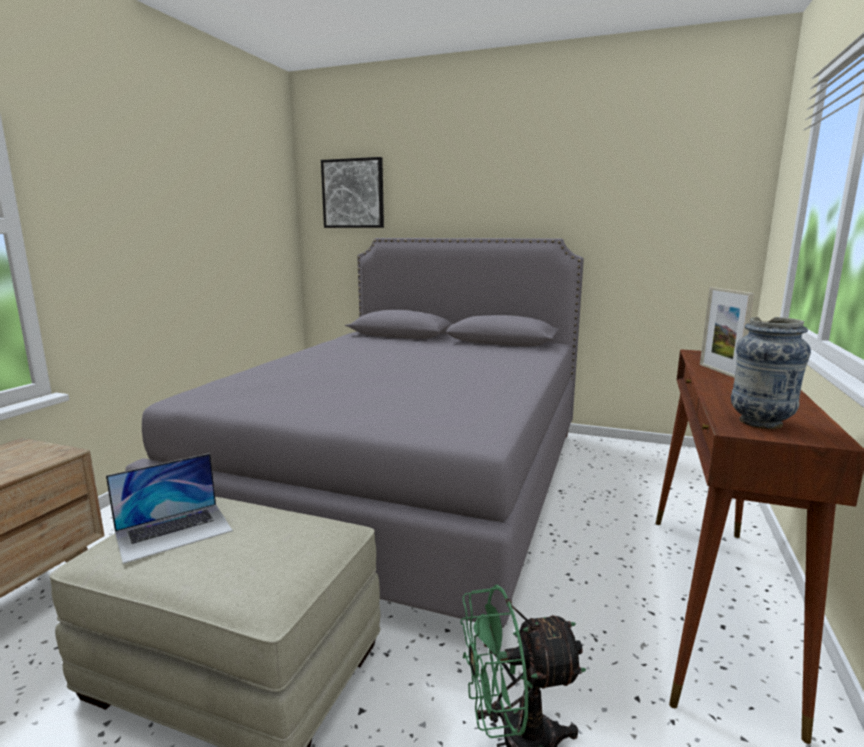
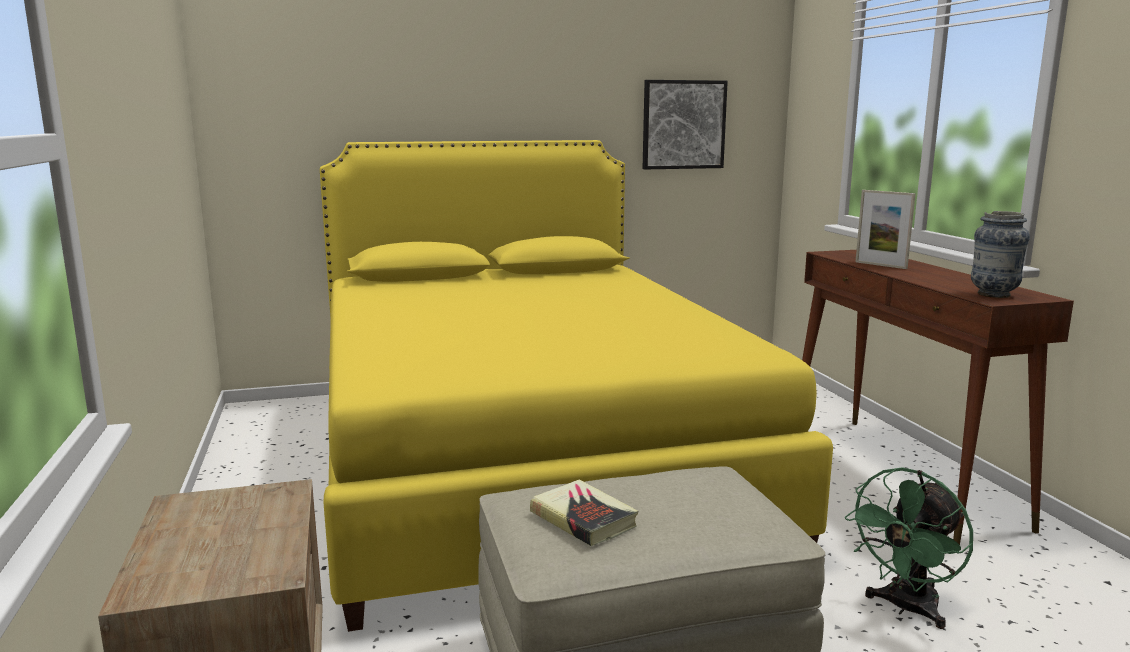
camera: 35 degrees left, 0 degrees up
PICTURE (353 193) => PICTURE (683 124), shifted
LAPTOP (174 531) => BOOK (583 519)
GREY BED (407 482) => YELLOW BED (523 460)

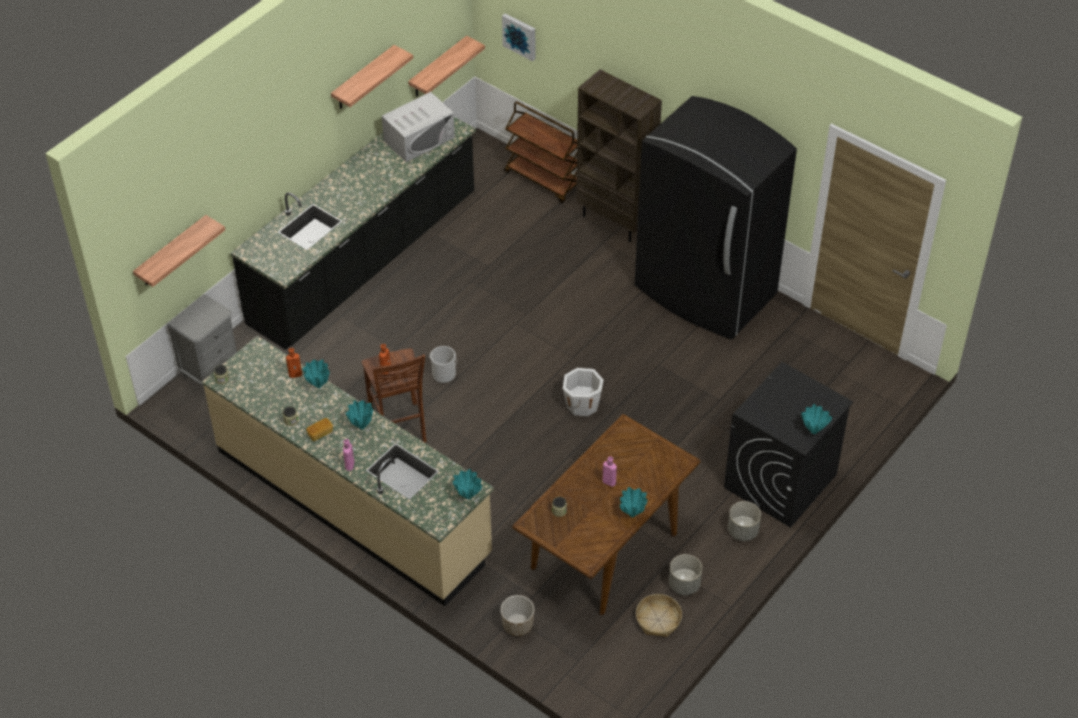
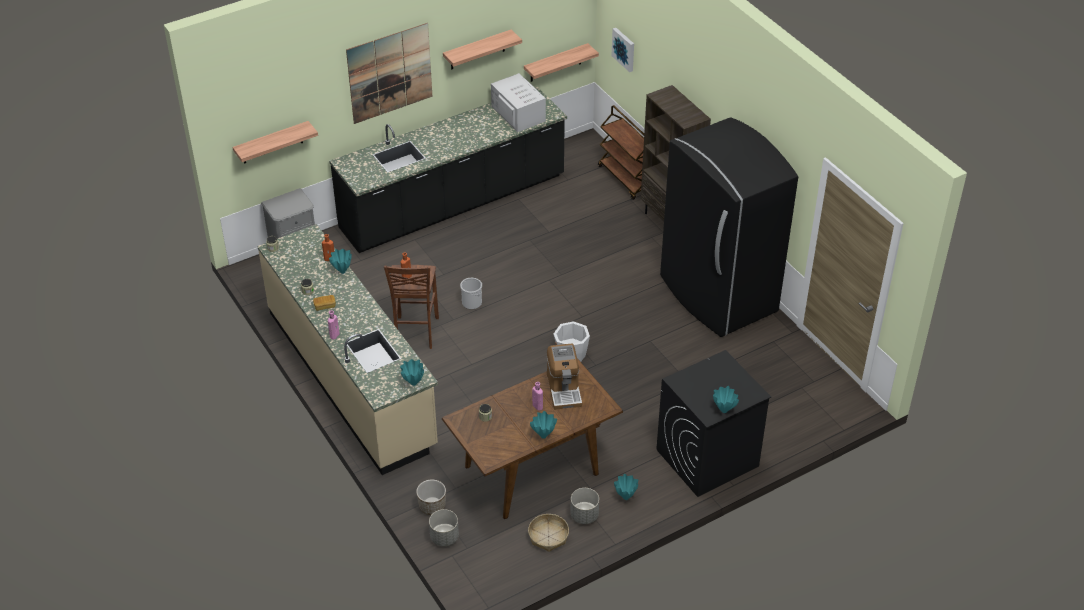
camera: 20 degrees right, 5 degrees down
nothing => PICTURE (390 73)
nothing => COFFEE MACHINE (564 389)
TURQUOISE VASE (362 426) => TURQUOISE VASE (625 497), shifted
GREY PLANTER (742 531) => GREY PLANTER (444 537), shifted
WHITE MICROWAVE (419 139) => WHITE MICROWAVE (518 113), 105 degrees counterclockwise

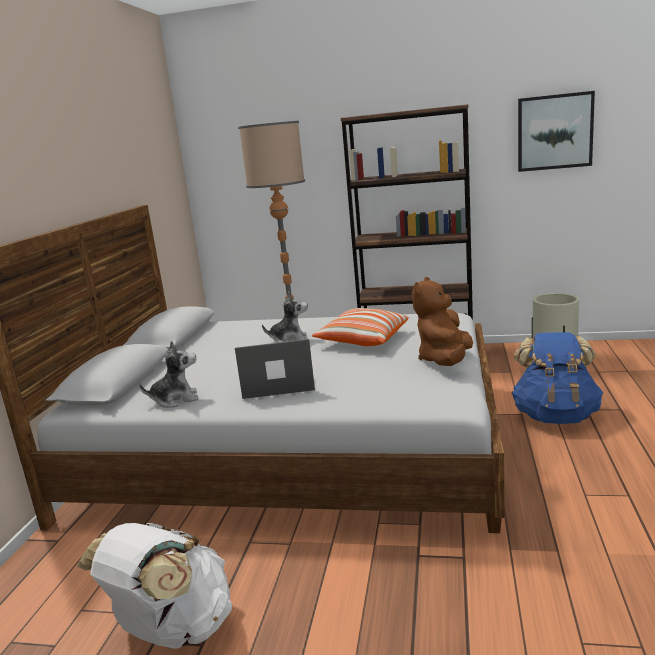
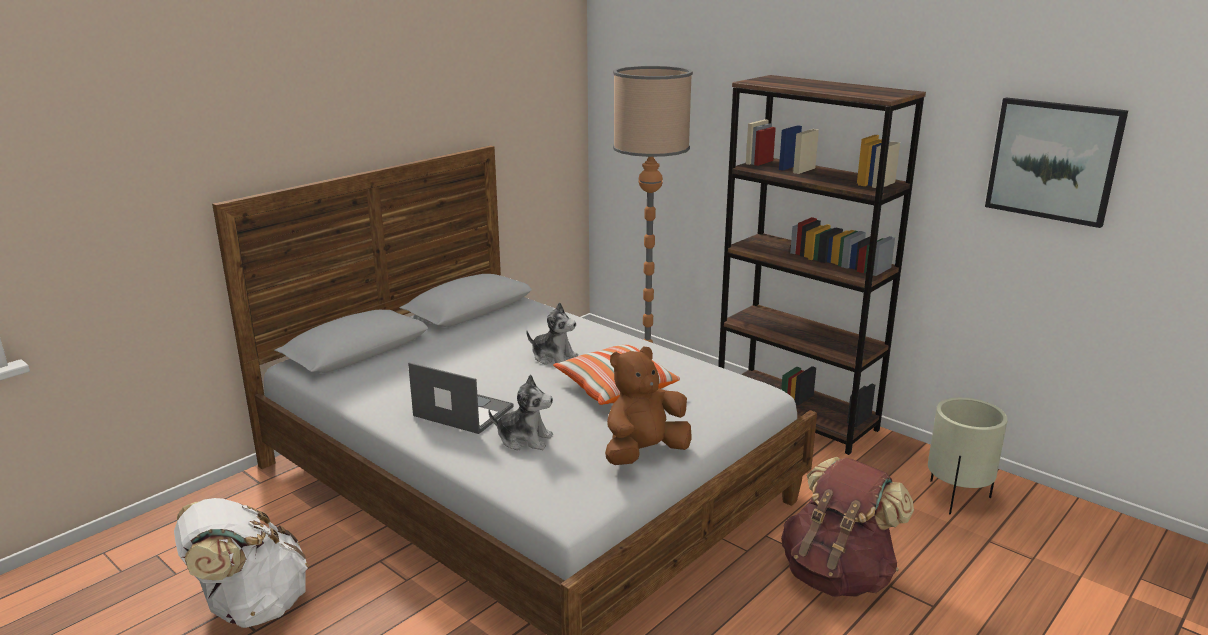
camera: 30 degrees right, 5 degrees up
PLUSH TOY (176 399) => PLUSH TOY (524 439), shifted
BLUE BACKPACK (555 416) => BROWN BACKPACK (837 575)

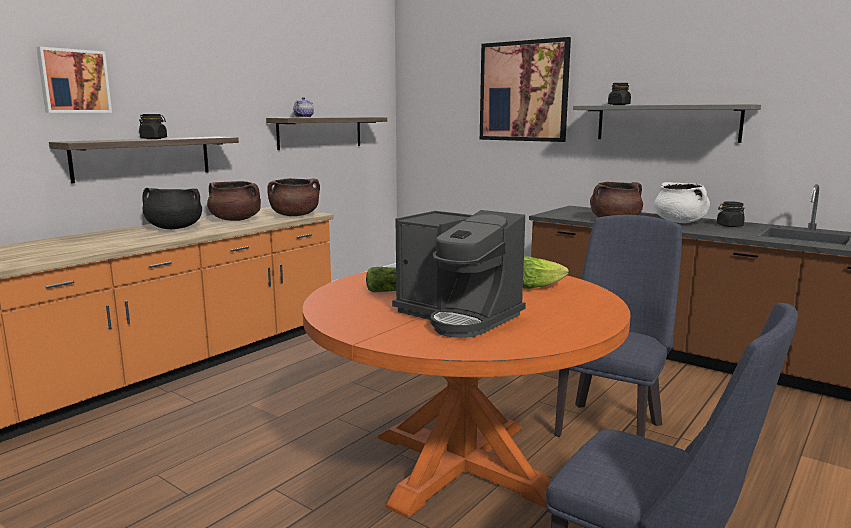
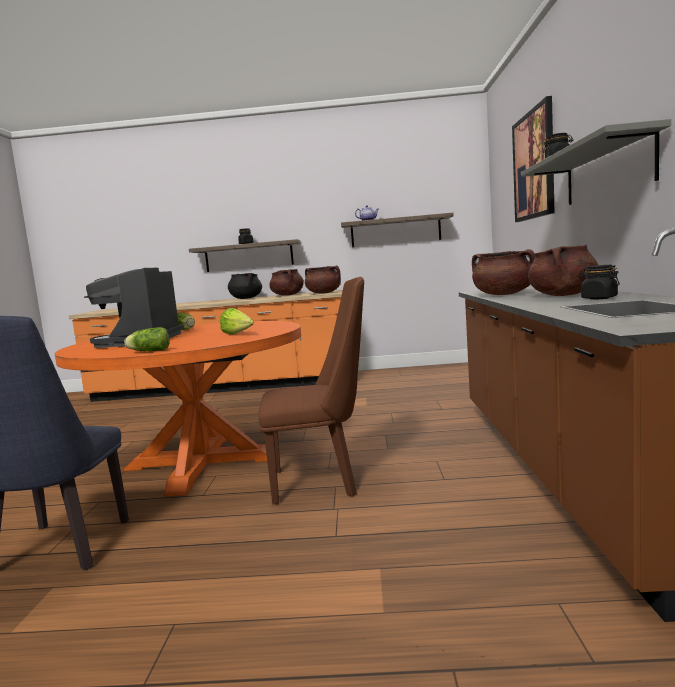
camera: 55 degrees right, 5 degrees down
PICTURE (74 81) => nothing
nothing => LETTUCE (148 351)
BLUE CHAIR (610 425) => BROWN CHAIR (322 481)
WHITE COOKING POT (680 222) => BROWN COOKING POT (563 295)

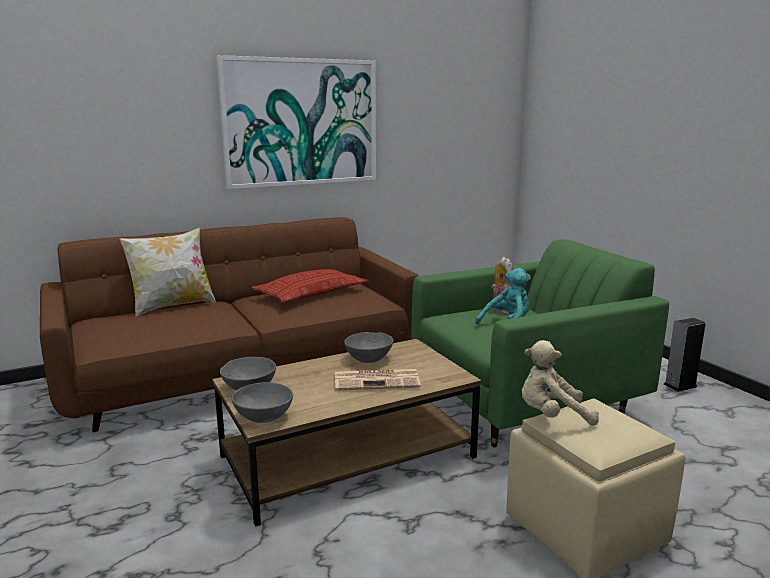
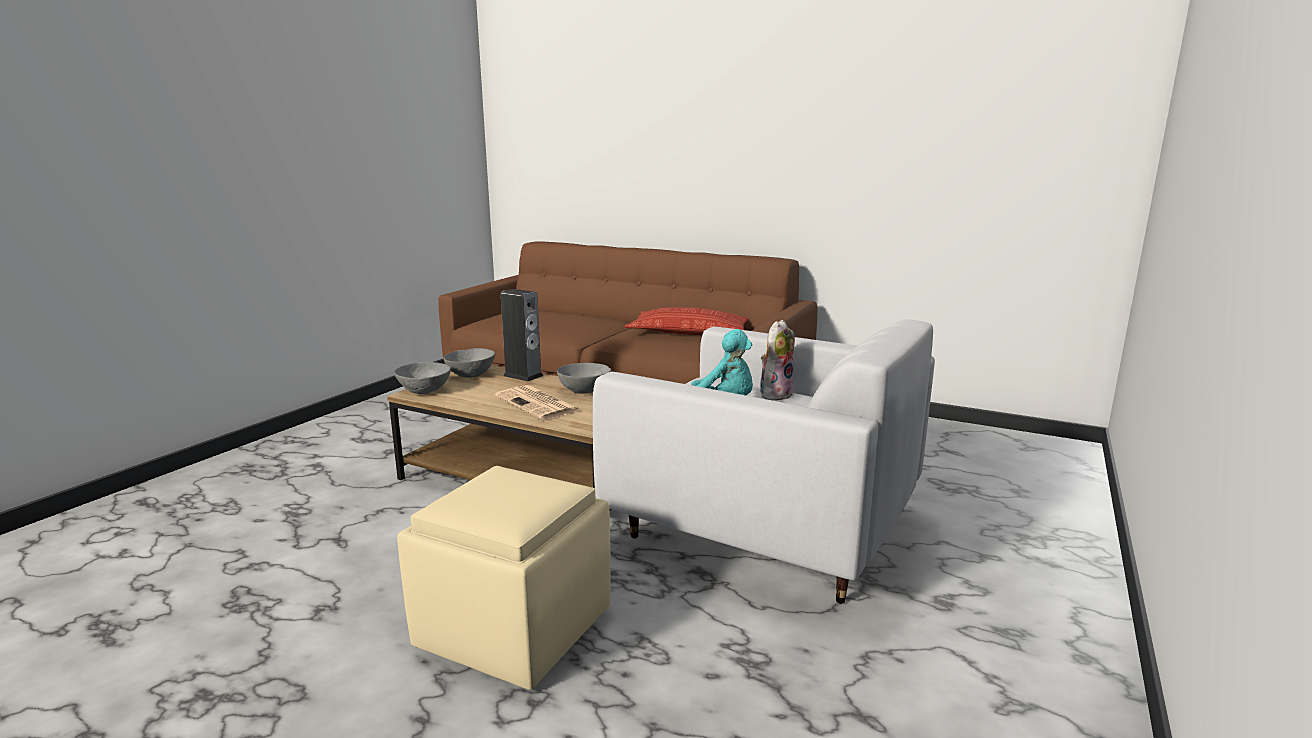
camera: 55 degrees right, 0 degrees up
PILLOW (172 305) => nothing
PICTURE (301 122) => nothing
BEIGE PLUSH TOY (552 416) => nothing
SPEAKER (680 385) => SPEAKER (523 375), shifted
GREEN ARMCHAIR (525 403) => WHITE ARMCHAIR (764 530)

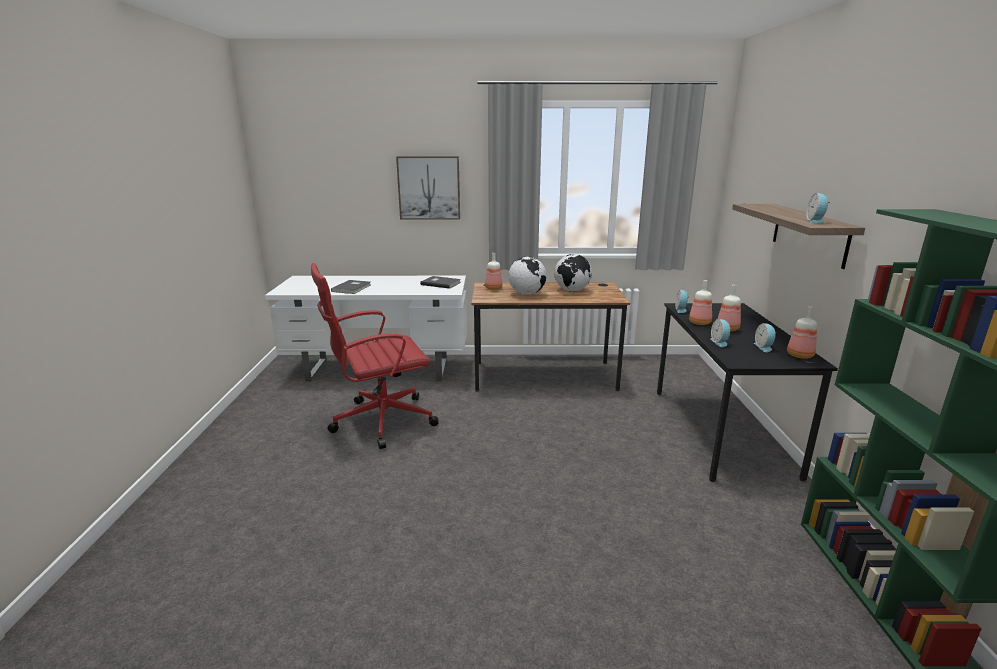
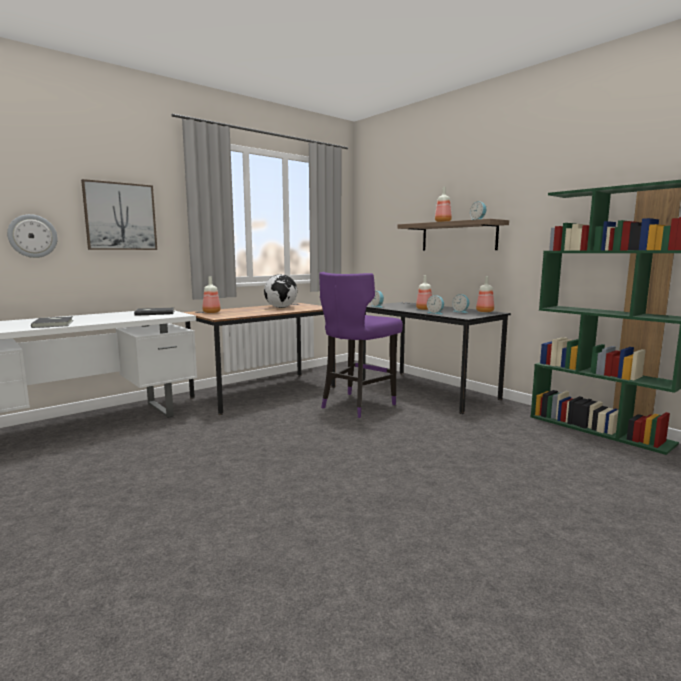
camera: 40 degrees left, 10 degrees down
RED OFFICE CHAIR (380 421) => nothing
GLOBE (527 294) => nothing
nothing => WALL CLOCK (32 236)
nothing => PURPLE STOOL (357 405)
BOTTLE (700 323) => BOTTLE (443 222), shifted

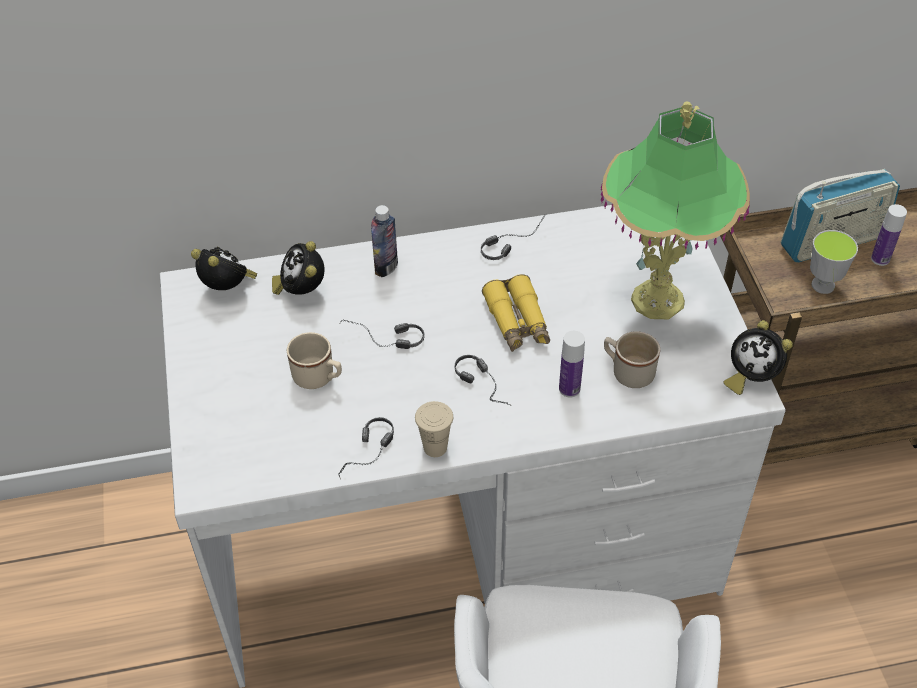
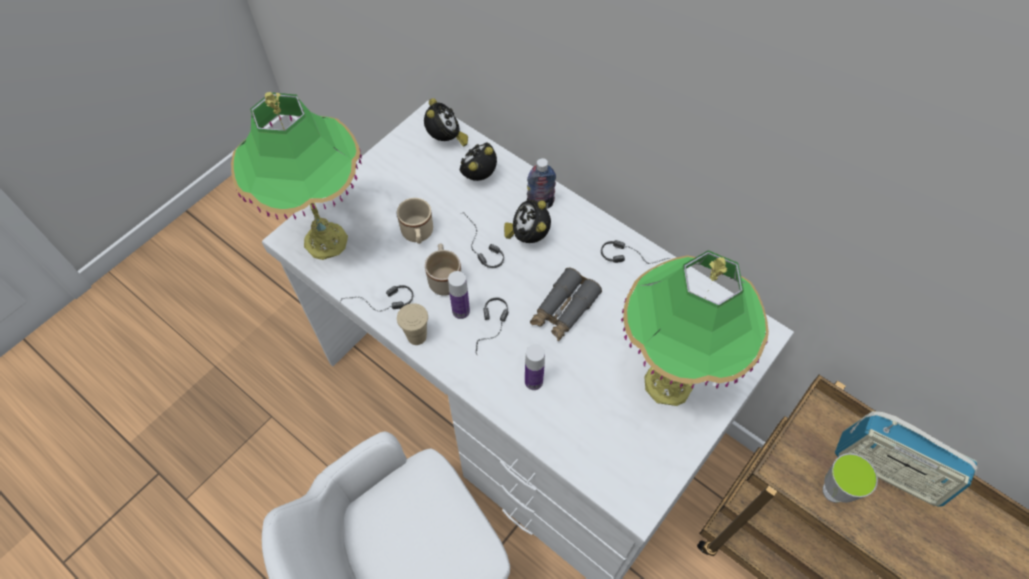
camera: 50 degrees right, 10 degrees up
nothing => TABLE LAMP (325 240)
BEIGE MUG (627 371) => BEIGE MUG (444 278), shifted
ALARM CLOCK (750 376) => ALARM CLOCK (528 236), shifted
BOTTLE (880 259) => BOTTLE (461 311), shifted
YELLOW BINOCULARS (517 322) => GREY BINOCULARS (564 310)

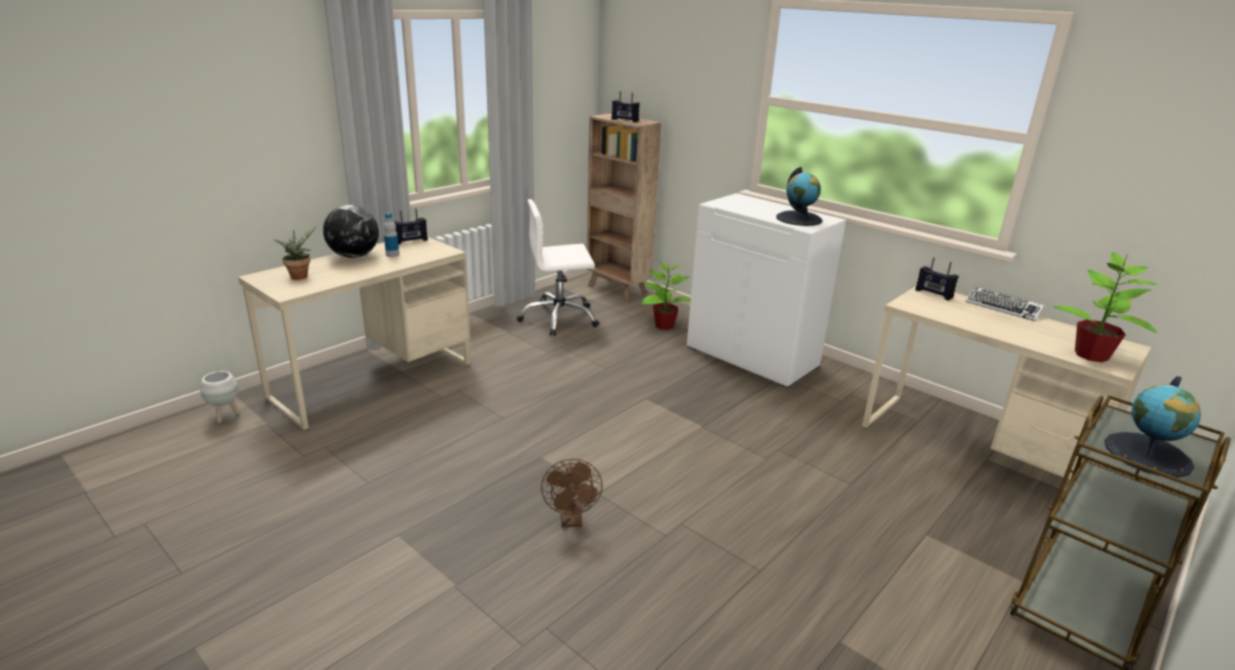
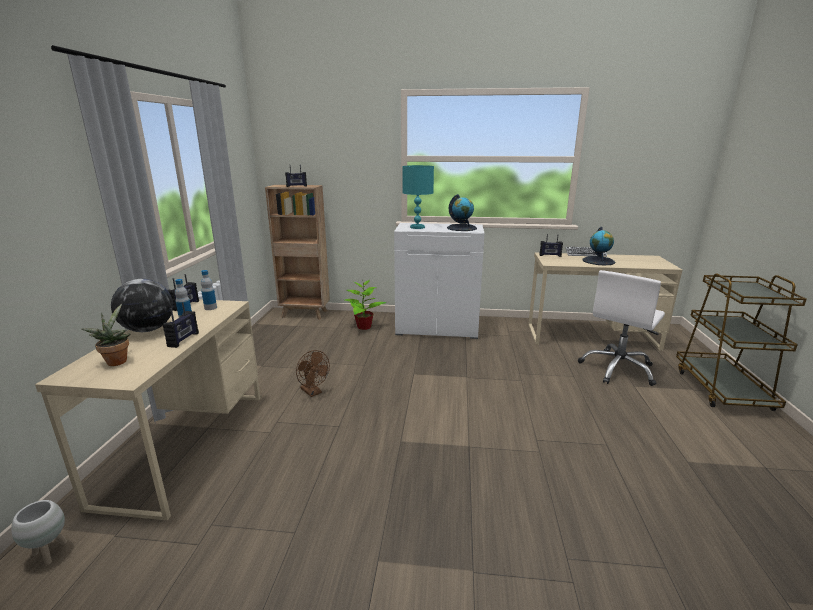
camera: 35 degrees left, 5 degrees down
POTTED PLANT (1091 355) => nothing
nothing => RADIO (184 339)
nothing => BOTTLE (210 308)
nothing => TURQUOISE TABLE LAMP (417 227)
WHITE OFFICE CHAIR (559 318) => WHITE OFFICE CHAIR (618 369), shifted
BROWN FAN (571 520) => BROWN FAN (313 392), shifted
GLOBE (1148 454) => GLOBE (598 261), shifted

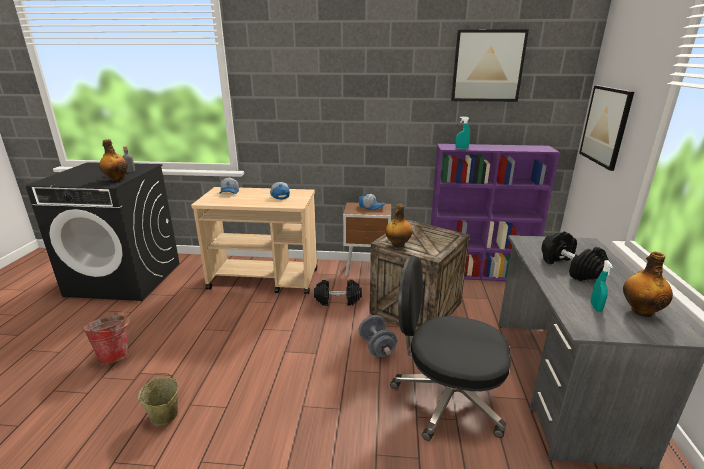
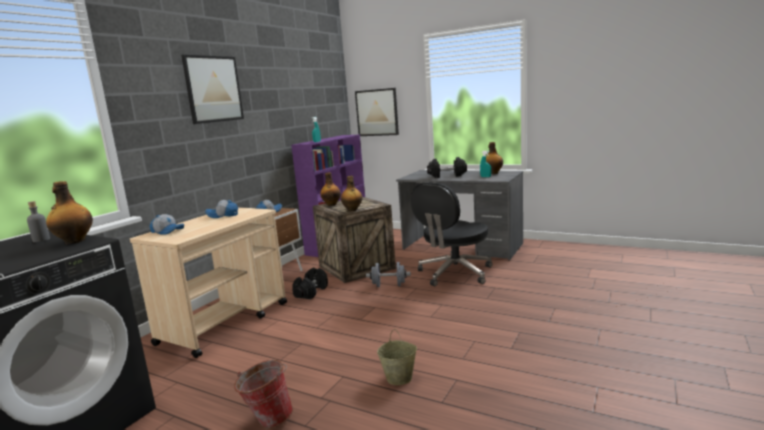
camera: 65 degrees left, 10 degrees down
nothing => BOTTLE (331 204)
PICTURE (487 66) => PICTURE (213 89), shifted

